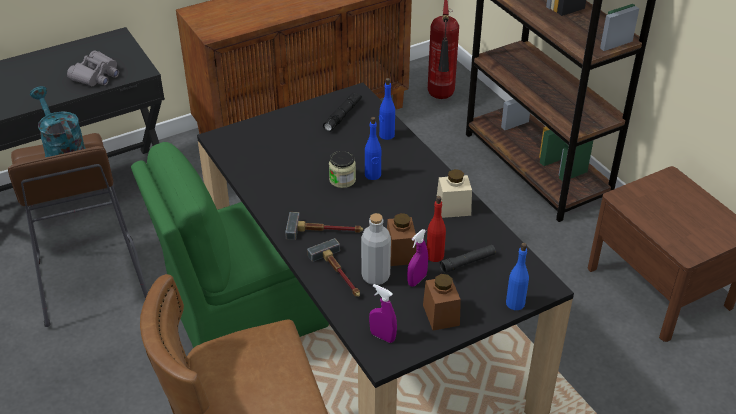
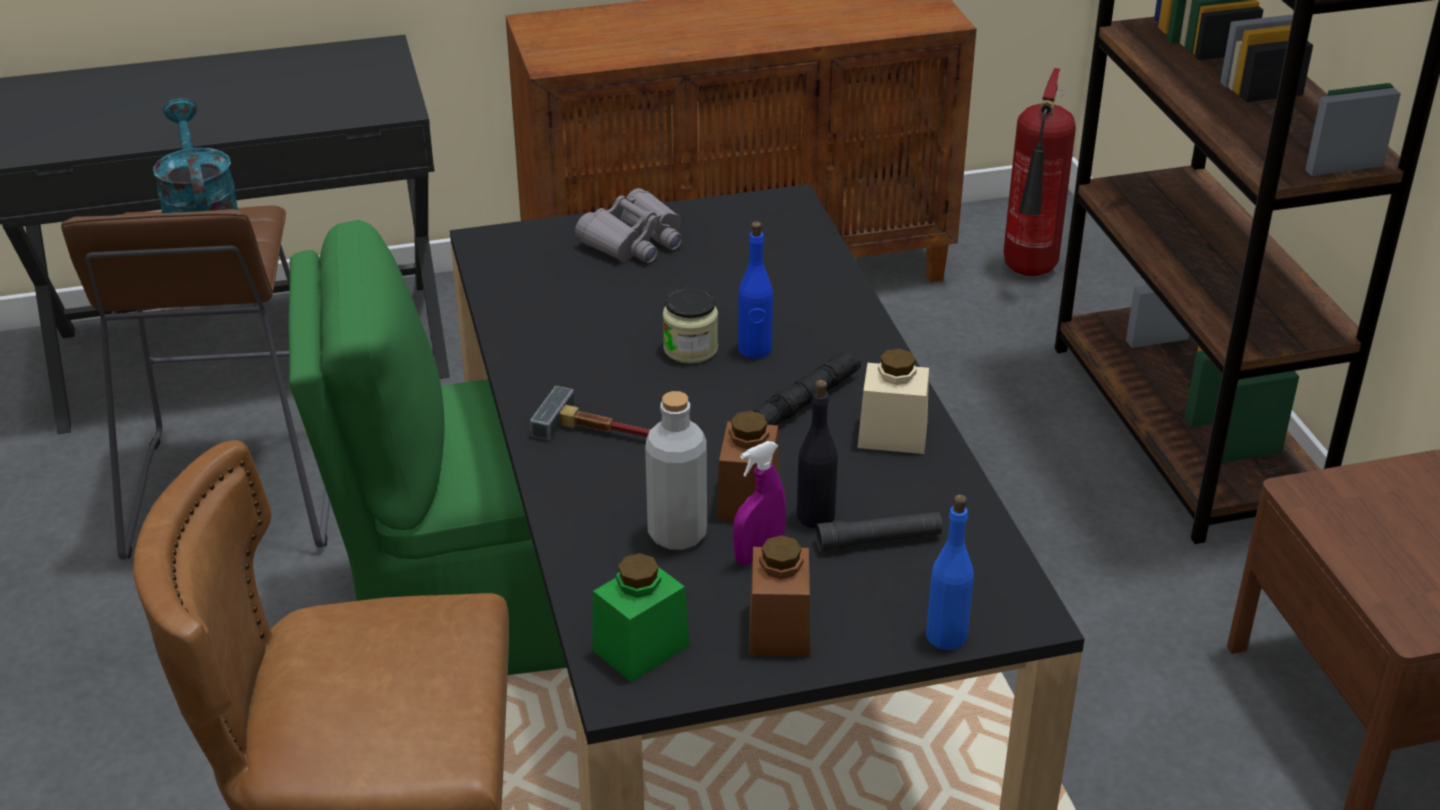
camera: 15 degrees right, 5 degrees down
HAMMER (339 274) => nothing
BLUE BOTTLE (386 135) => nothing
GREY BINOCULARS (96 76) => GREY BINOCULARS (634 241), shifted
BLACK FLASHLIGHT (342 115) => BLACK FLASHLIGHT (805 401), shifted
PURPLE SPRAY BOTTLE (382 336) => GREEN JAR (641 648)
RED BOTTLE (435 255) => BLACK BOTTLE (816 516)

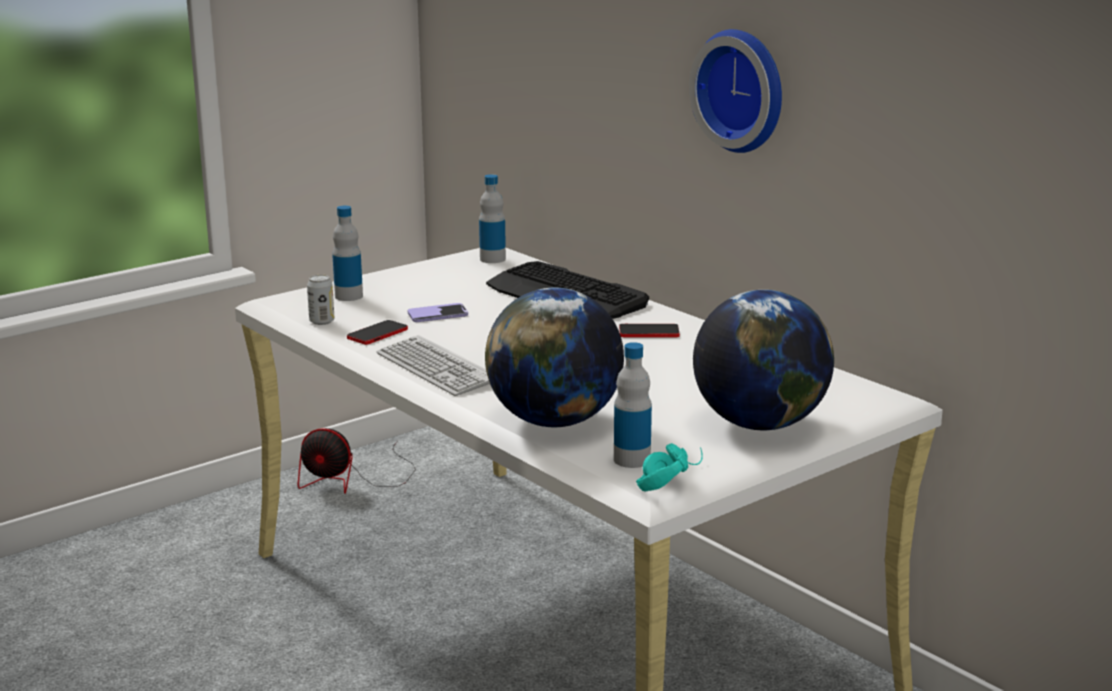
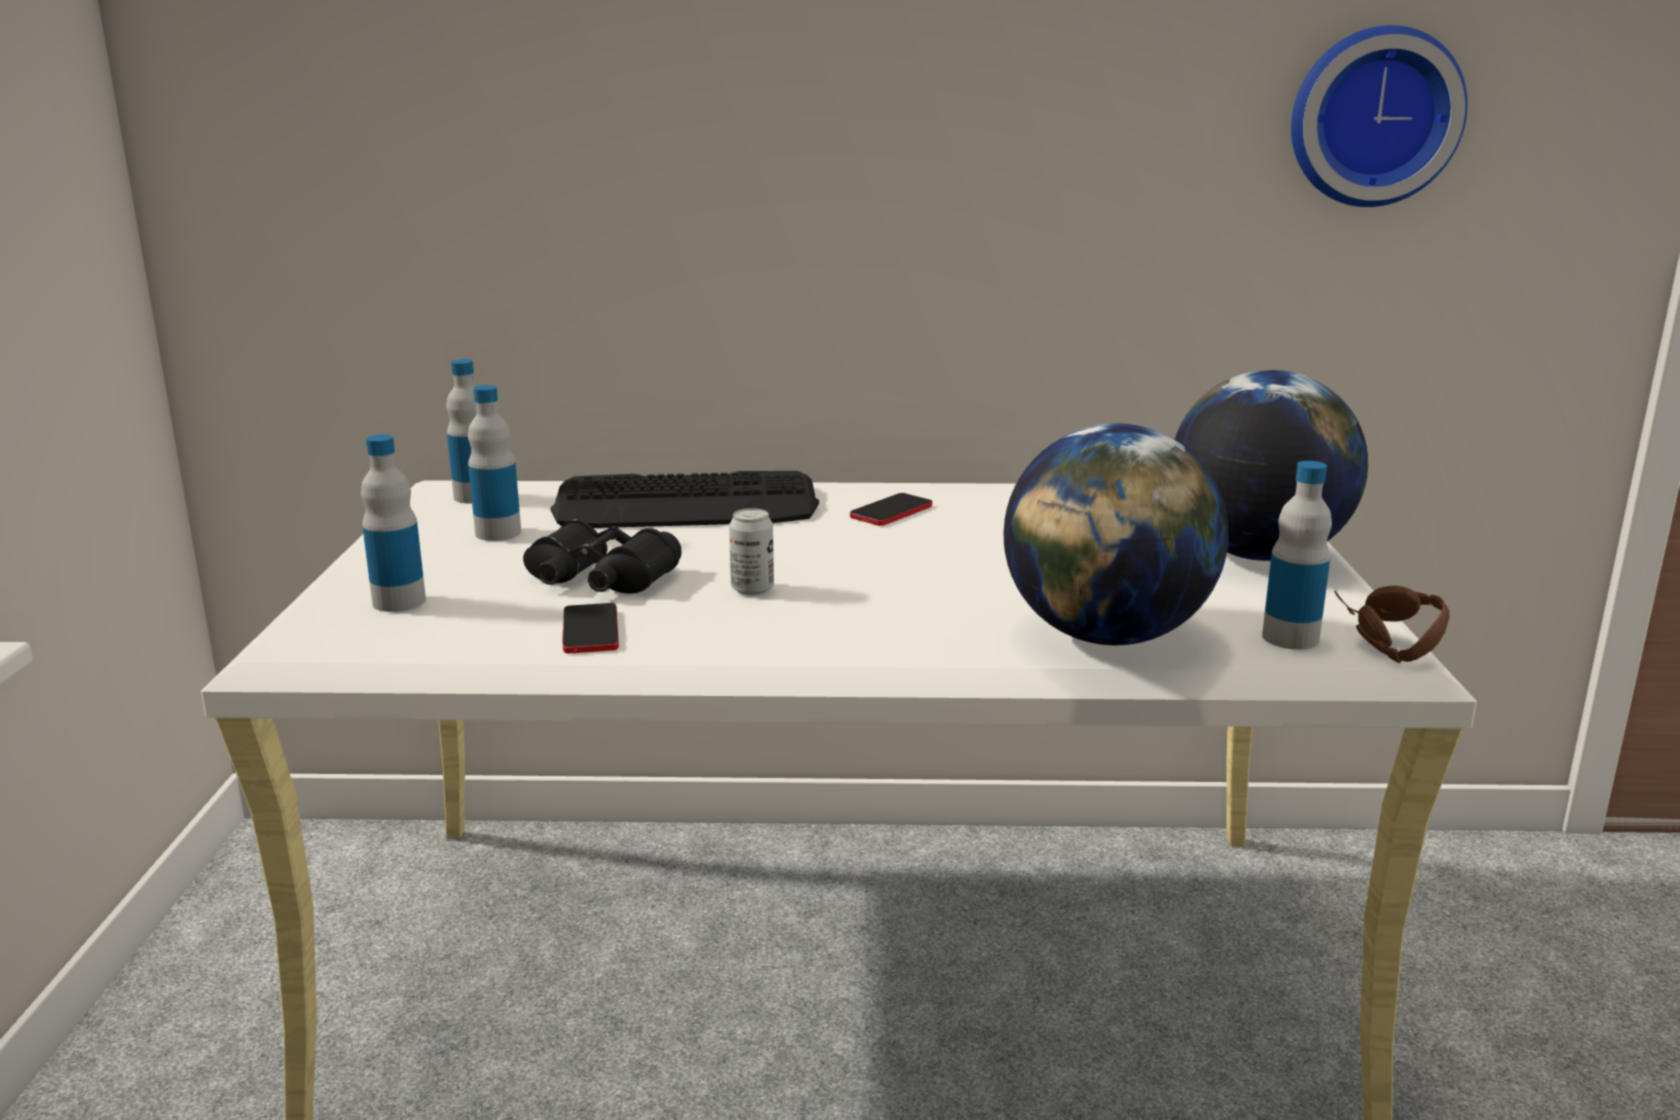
camera: 50 degrees left, 0 degrees up
FAN (352 479) => nothing
KEYBOARD (436 368) => nothing
nothing => BOTTLE (498 533)
CAN (322 321) => CAN (752 589), shifted
WALL CLOCK (743 90) => WALL CLOCK (1372 117), shifted
PHONE (438 315) => BLACK BINOCULARS (601 578)
TURQUOISE HEADPHONES (669 478) => BROWN HEADPHONES (1370 639)

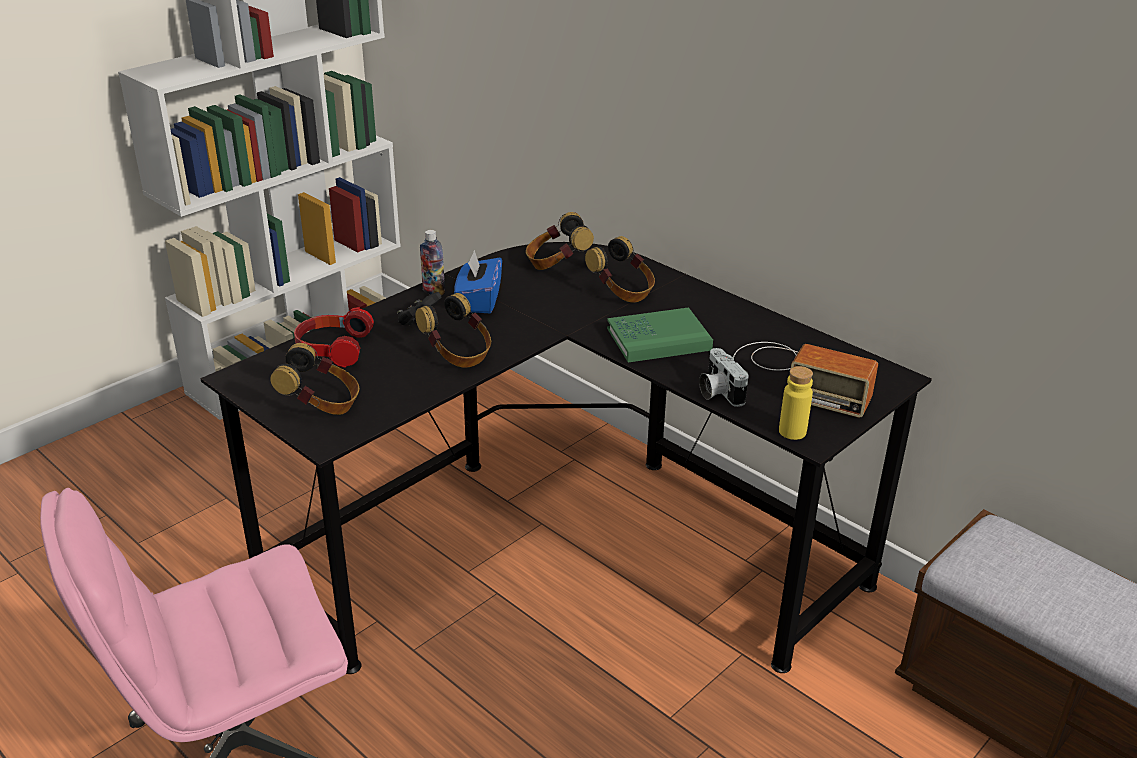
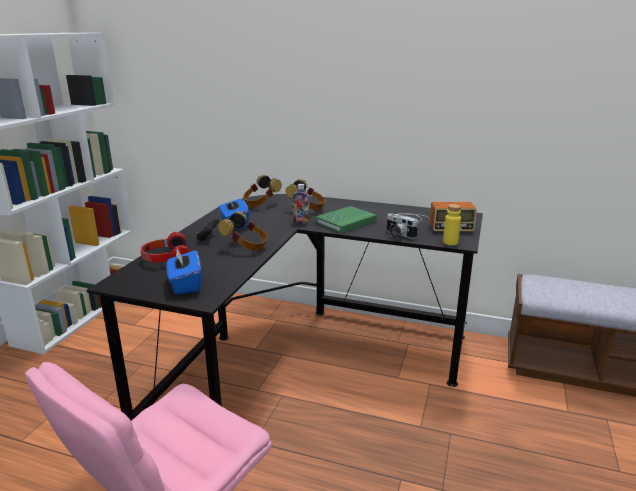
camera: 25 degrees left, 10 degrees down
BOTTLE (433 291) => BOTTLE (301 222), shifted
HEADPHONES (322 405) => BLUE TISSUE BOX (185 285)

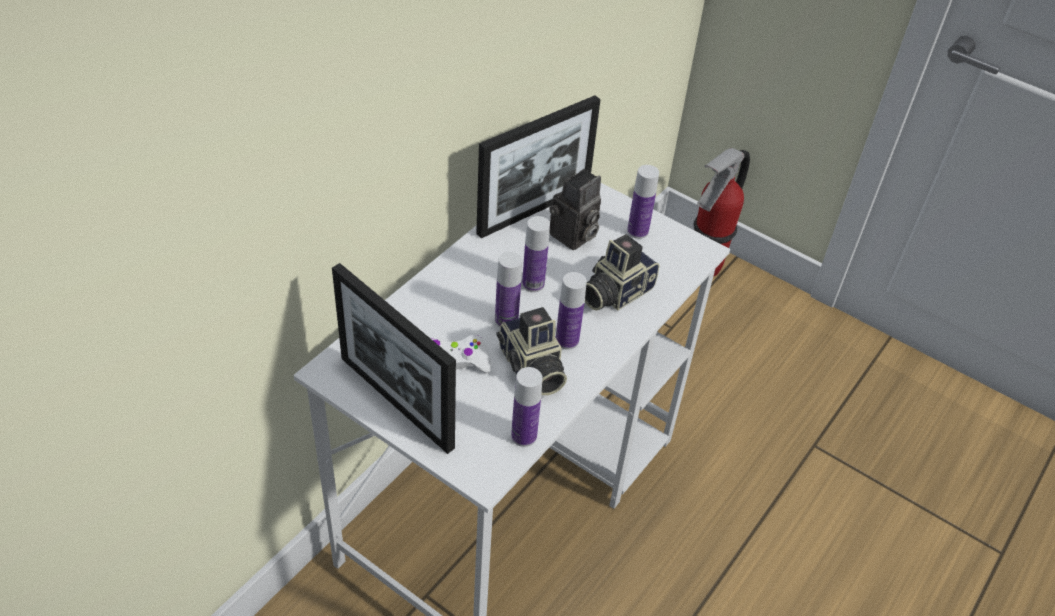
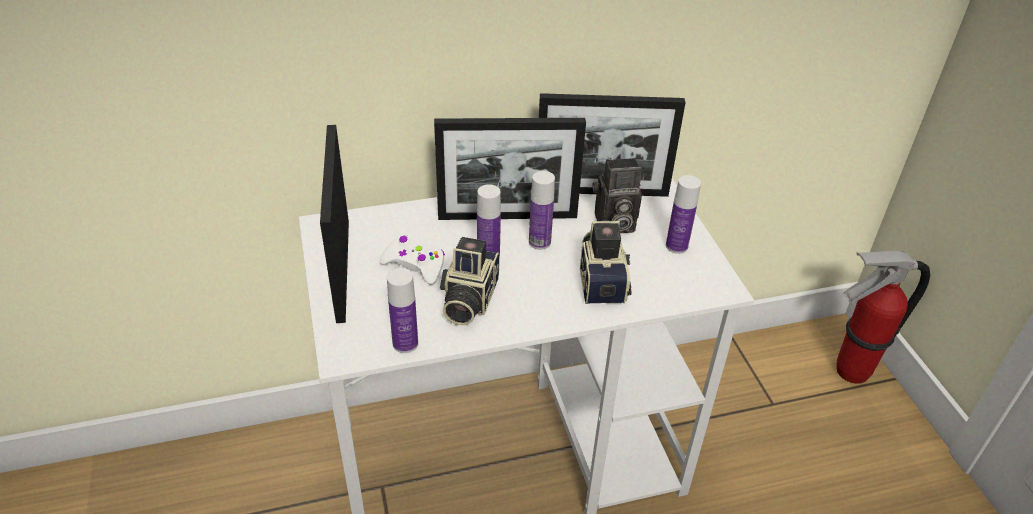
camera: 40 degrees right, 5 degrees down
BOTTLE (567 340) => nothing
nothing => PICTURE FRAME (507 216)
PHOTO CAMERA (614 292) => PHOTO CAMERA (602 280), 90 degrees clockwise

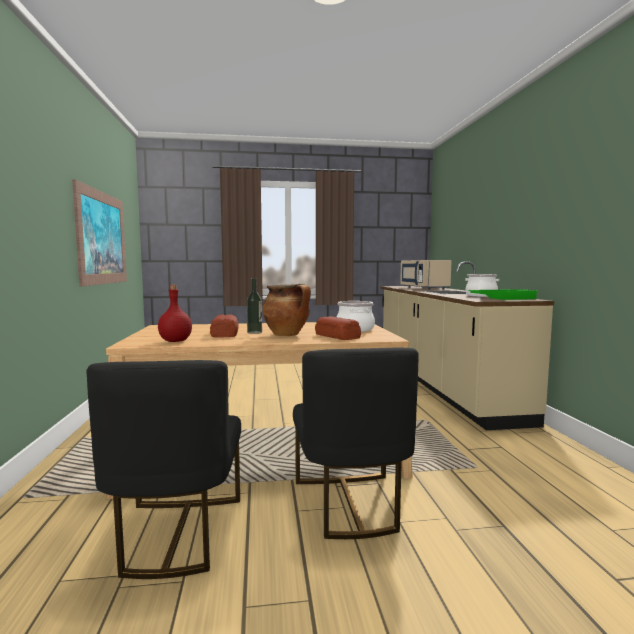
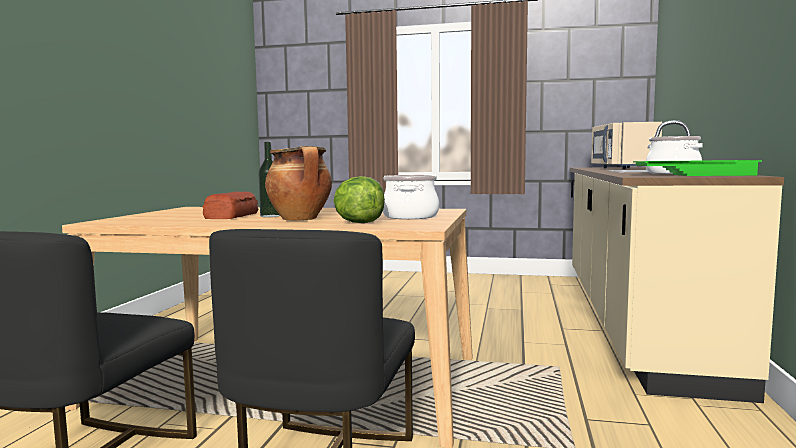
camera: 20 degrees right, 0 degrees up
PICTURE (102 238) => nothing
RED BOTTLE (175 341) => nothing
BREAD (337 336) => LETTUCE (359 223)

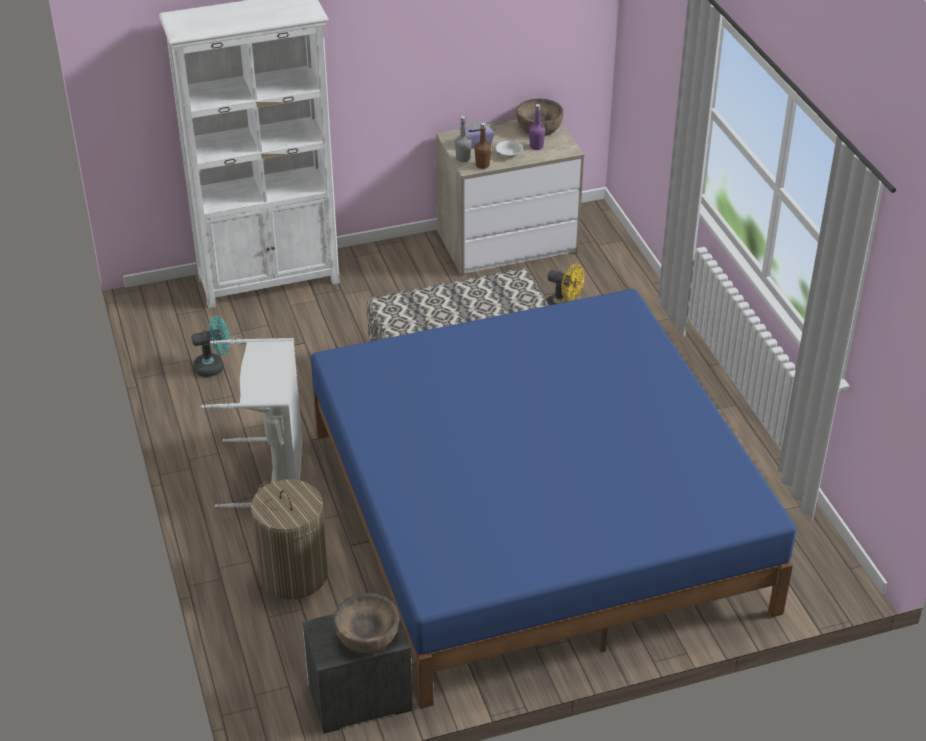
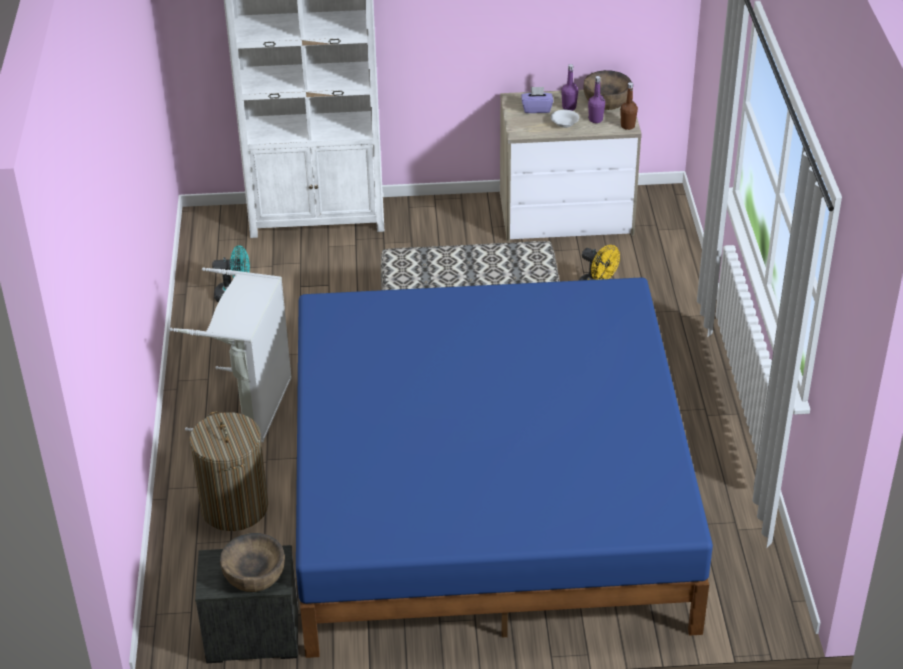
camera: 15 degrees right, 0 degrees up
GREY BOTTLE (463 159) => nothing
nothing => PURPLE BOTTLE (569 107)
BROWN BOTTLE (482 165) => BROWN BOTTLE (627 126), shifted

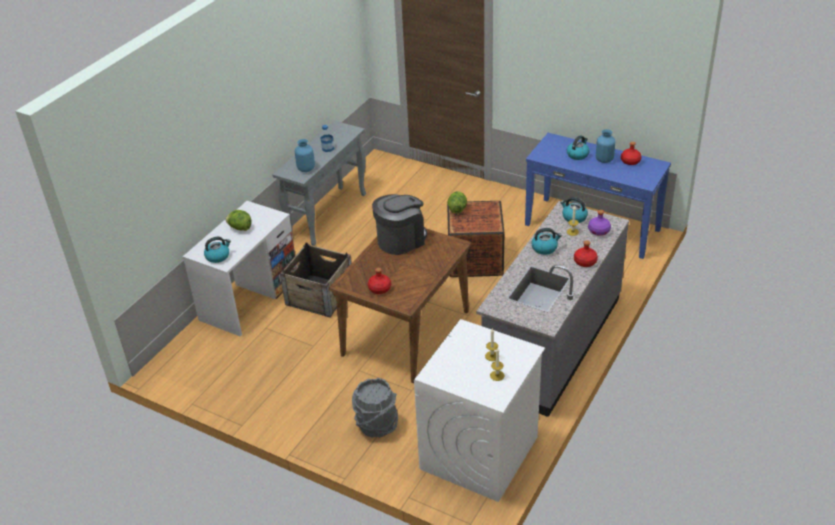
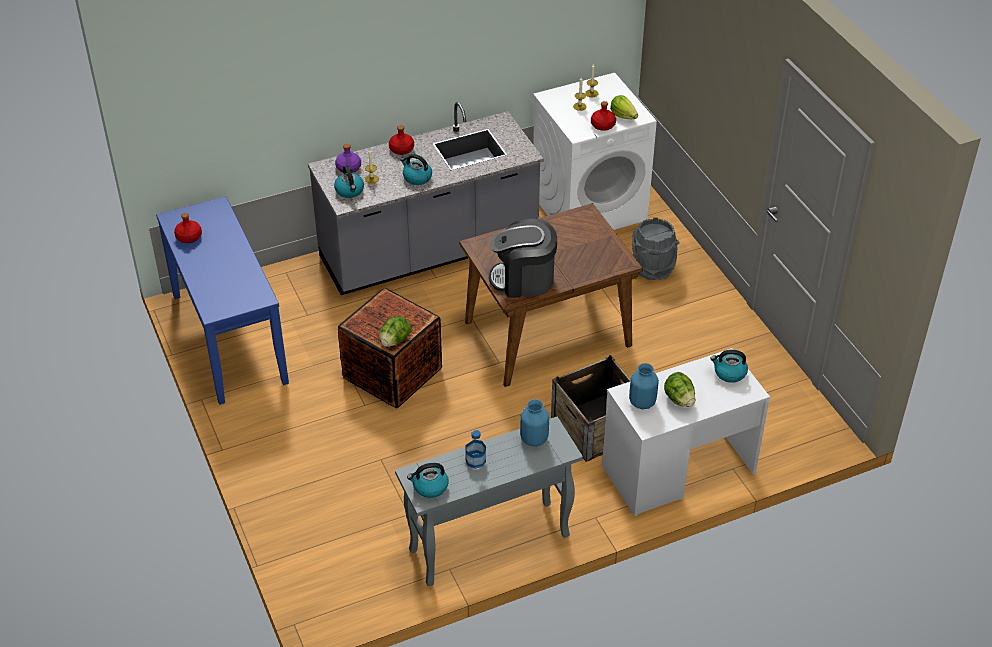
camera: 145 degrees left, 5 degrees up
nothing => LETTUCE (623 116)
RED BOTTLE (380 288) => RED BOTTLE (602 125), shifted
KETTLE (577 154) => KETTLE (429 487), shifted
BLUE VASE (604 160) => BLUE VASE (642 402), shifted

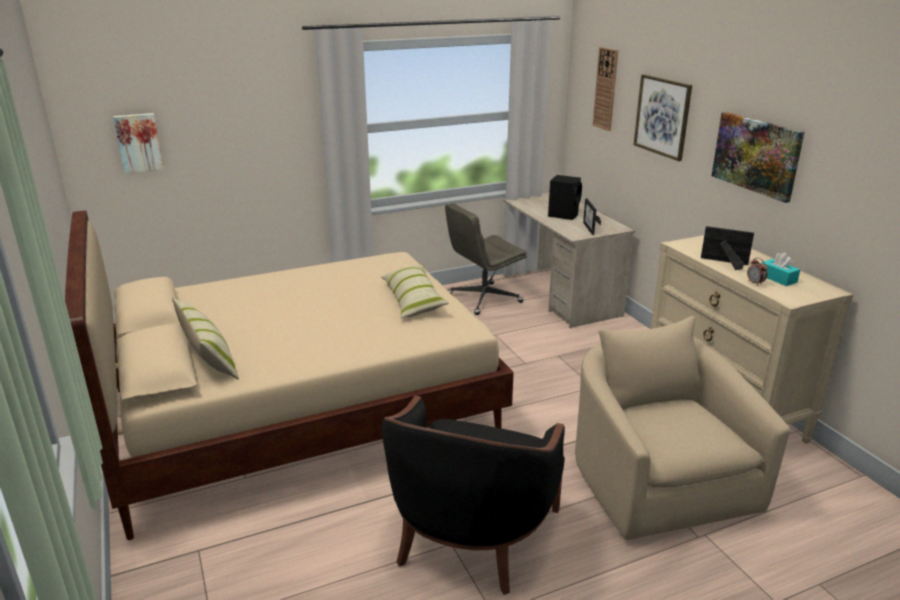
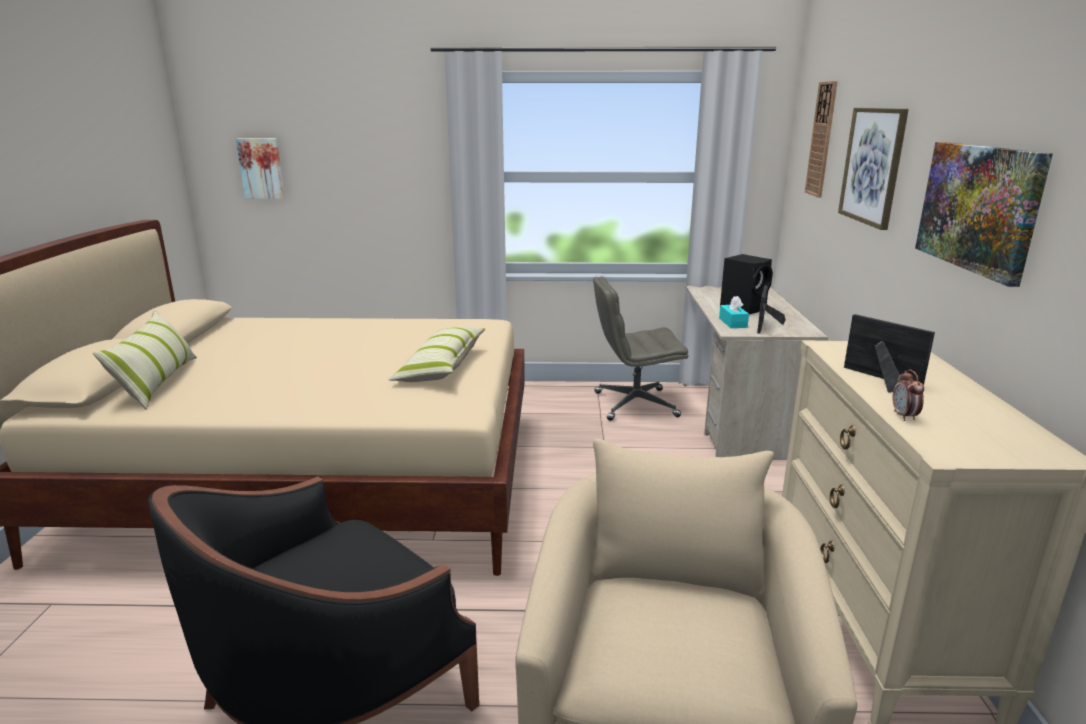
camera: 25 degrees right, 5 degrees down
TURQUOISE TISSUE BOX (777 278) => TURQUOISE TISSUE BOX (733 323), shifted

